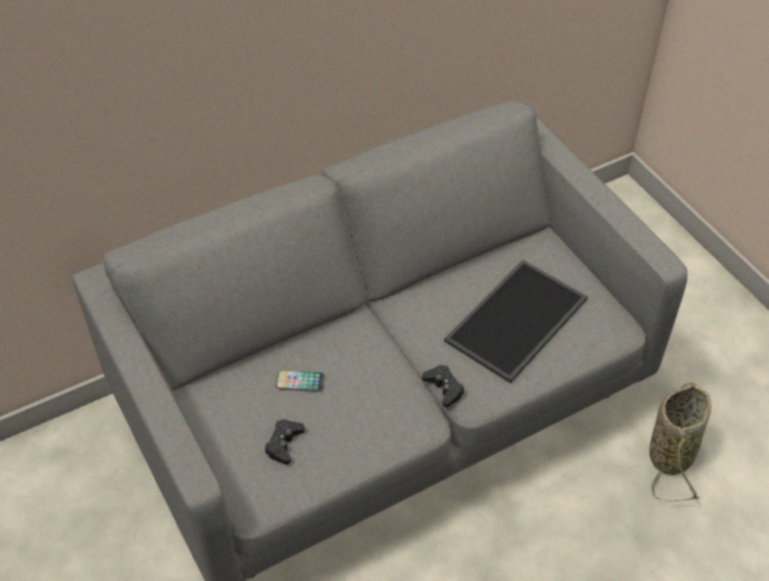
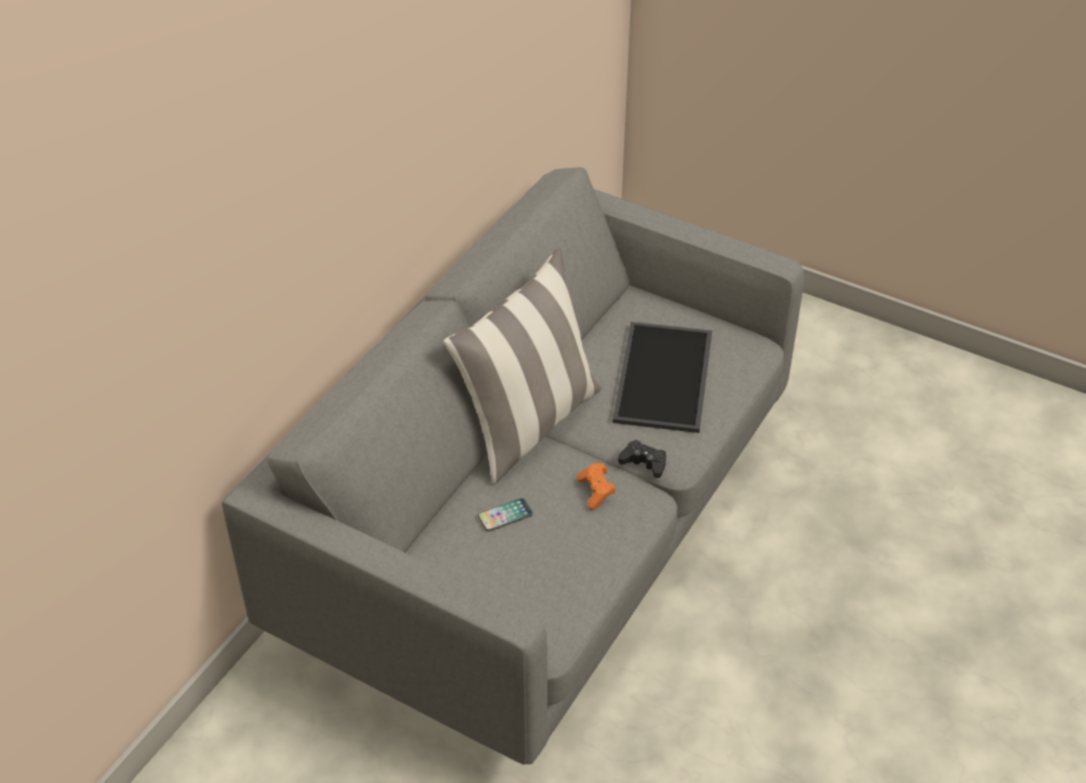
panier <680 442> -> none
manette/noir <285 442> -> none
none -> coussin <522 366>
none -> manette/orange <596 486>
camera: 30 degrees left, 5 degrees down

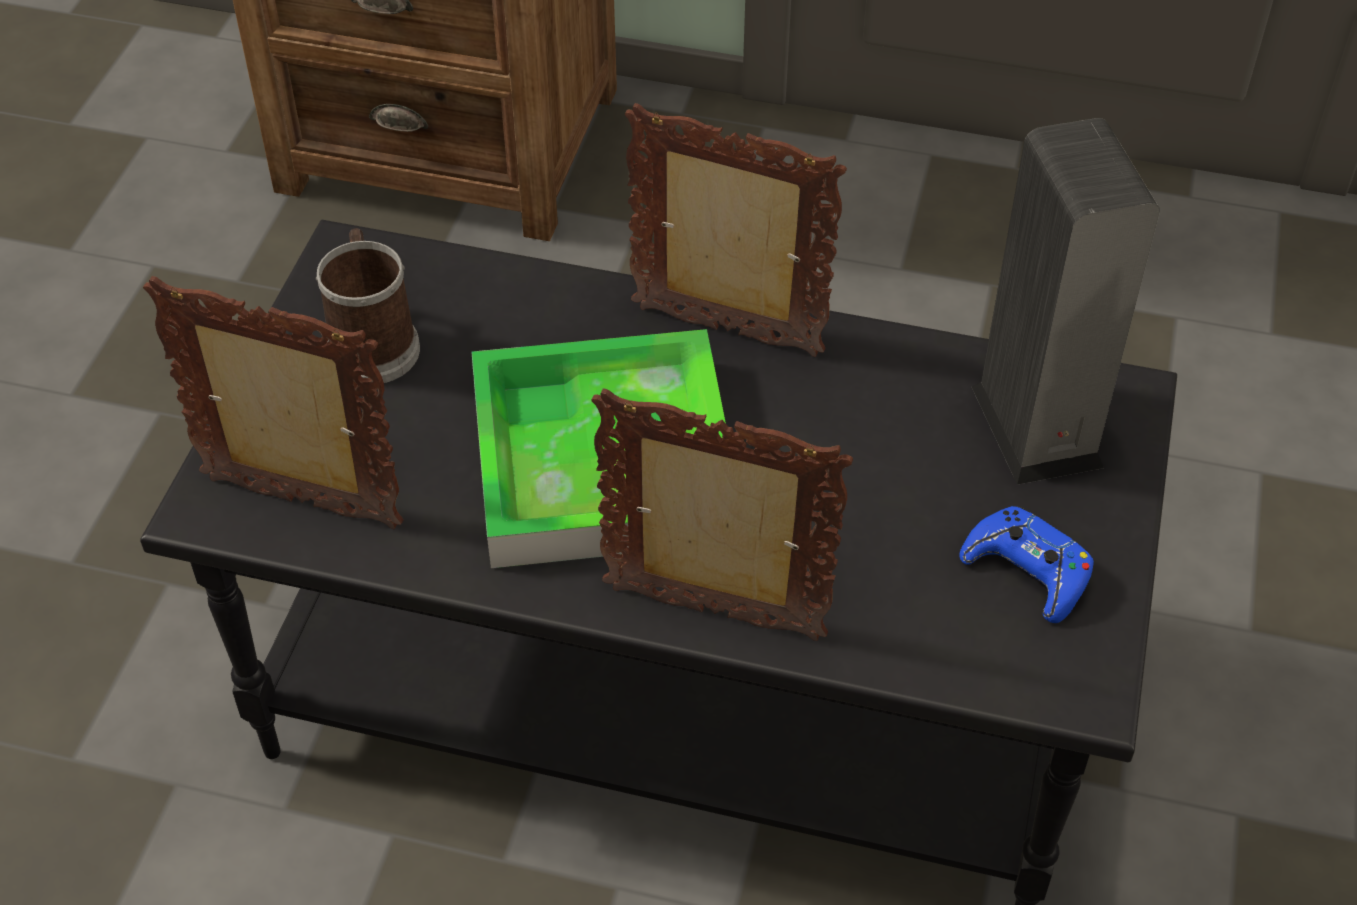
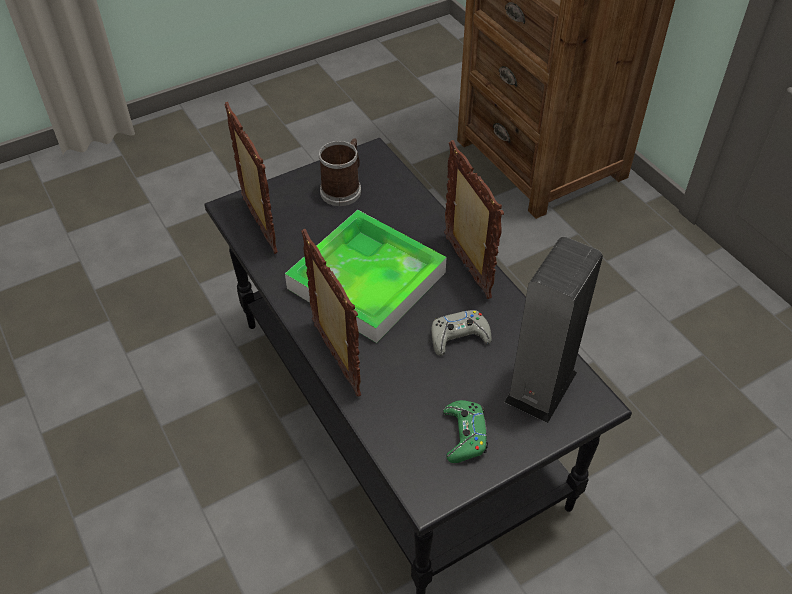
manette/bleu <1026 564> -> manette/vert <465 431>
none -> manette/gris <461 333>
camera: 45 degrees right, 0 degrees up

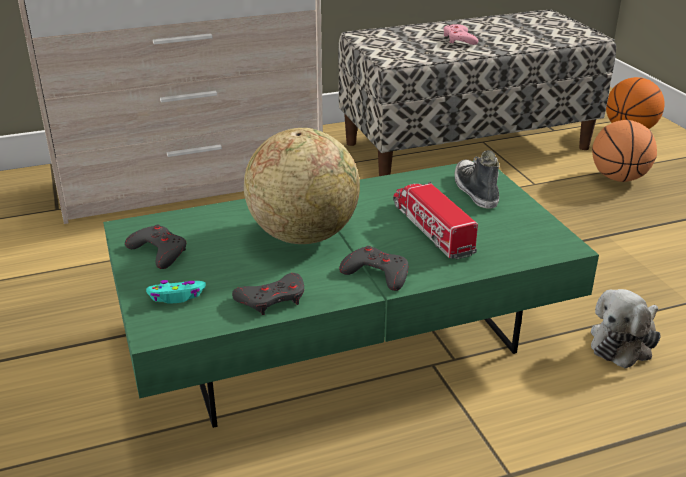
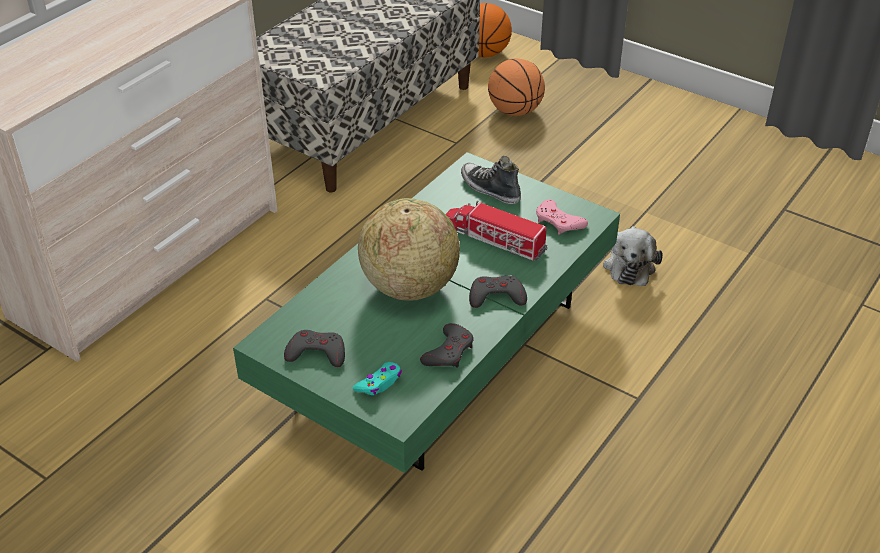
manette/rose <461 34> -> manette/rose <562 217>, shifted
camera: 35 degrees left, 10 degrees up

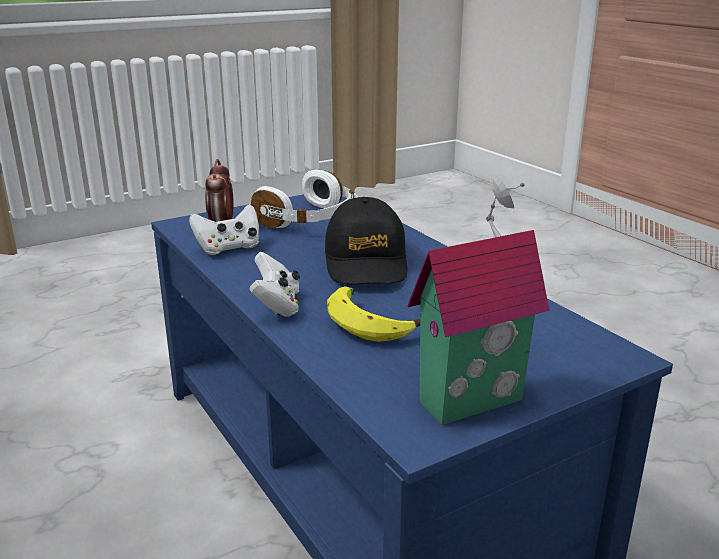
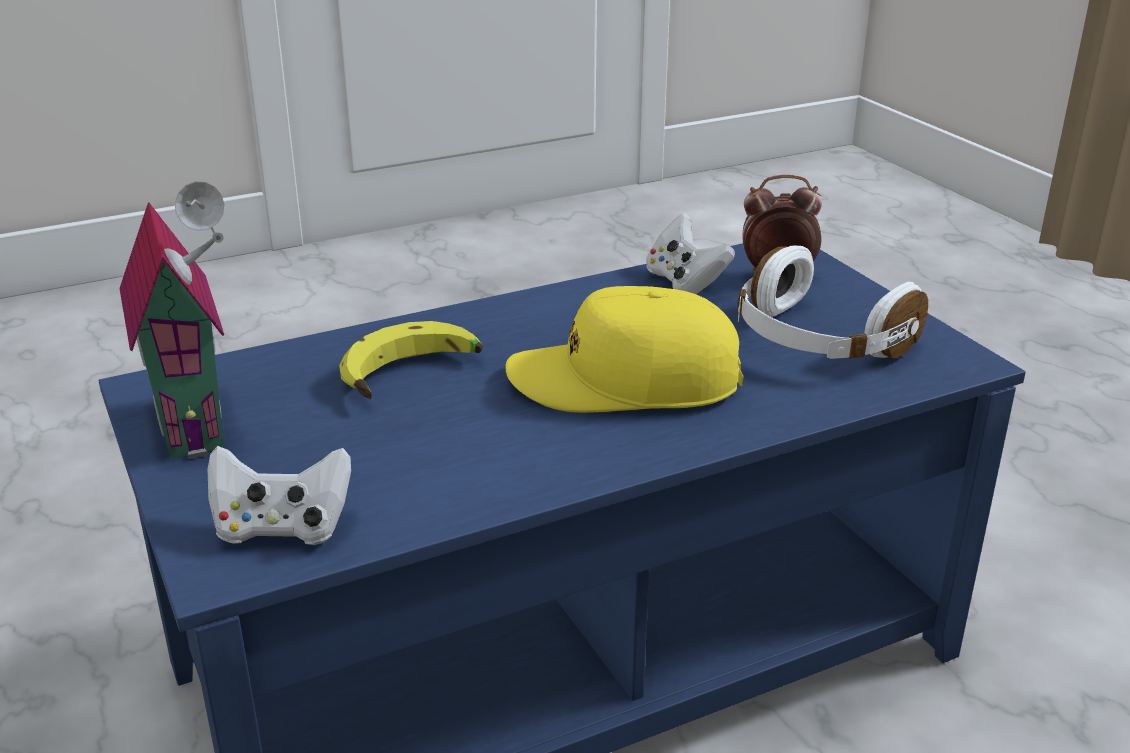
casquette/noir <366 240> -> casquette/jaune <624 349>
manette/blanc <274 284> -> manette/blanc <279 495>, shifted
camera: 95 degrees right, 5 degrees up

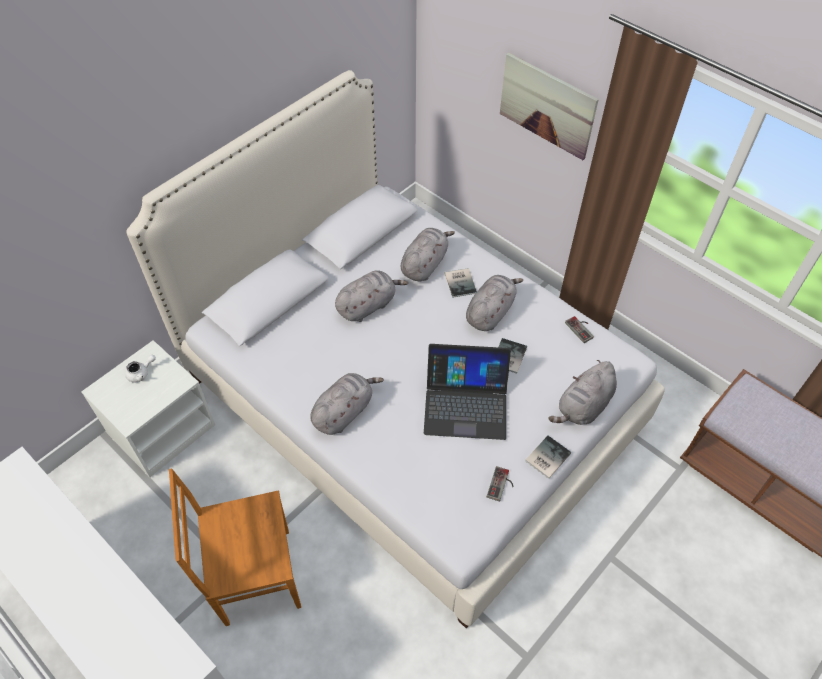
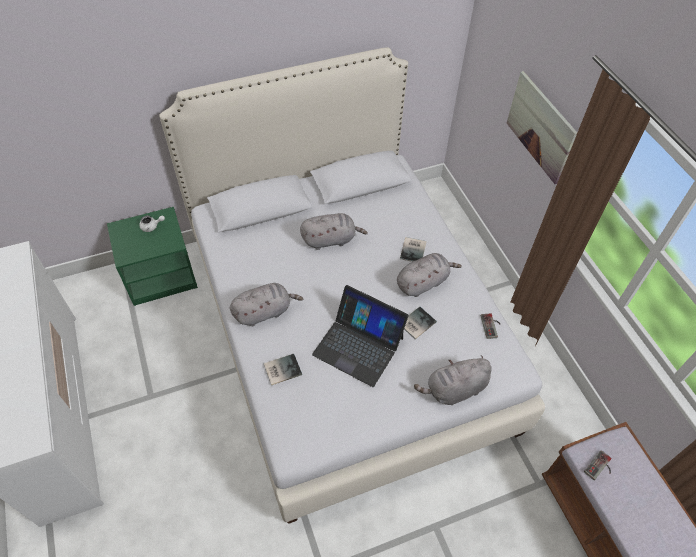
peluche/gris <428 254> -> none
table de chevet/blanc <148 408> -> table de chevet/vert <152 256>
livre <548 457> -> livre <283 370>, shifted
manette <500 483> -> manette <598 465>, shifted
chaise/marron <235 547> -> none
camera: 25 degrees right, 0 degrees up

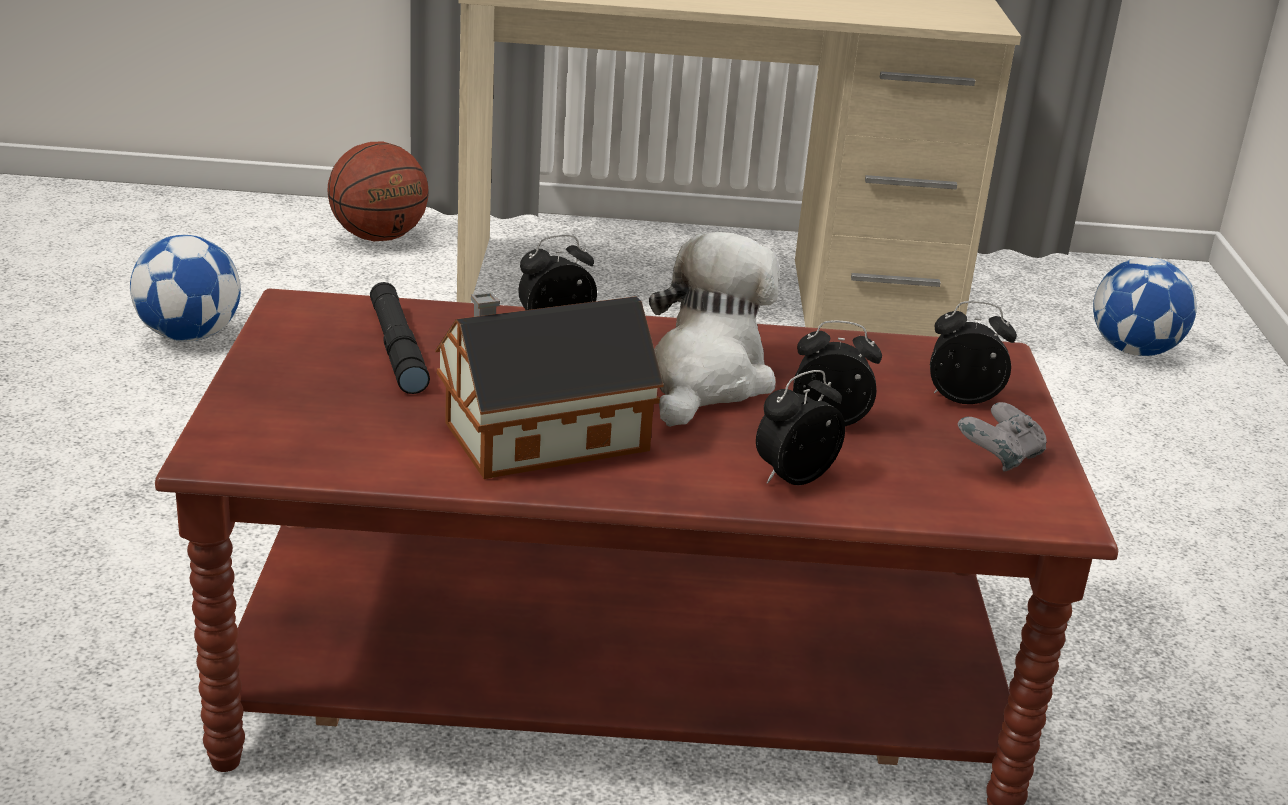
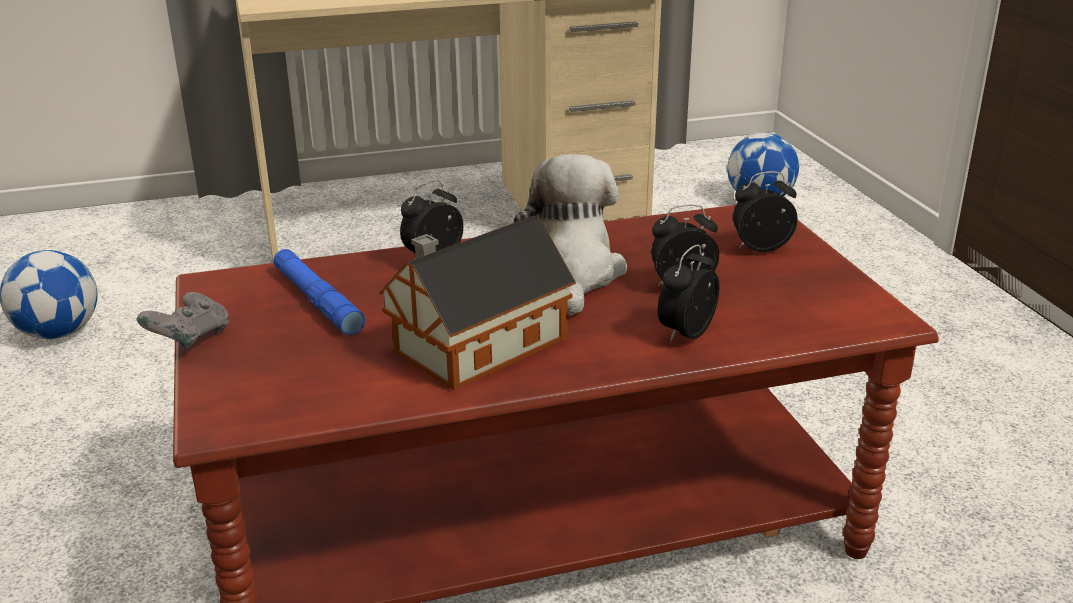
ballon de basket <378 191> -> none
lampe de poche/noir <400 338> -> lampe de poche/bleu <319 292>
manette/gris <1002 437> -> manette/gris <182 321>, shifted
camera: 15 degrees left, 0 degrees up

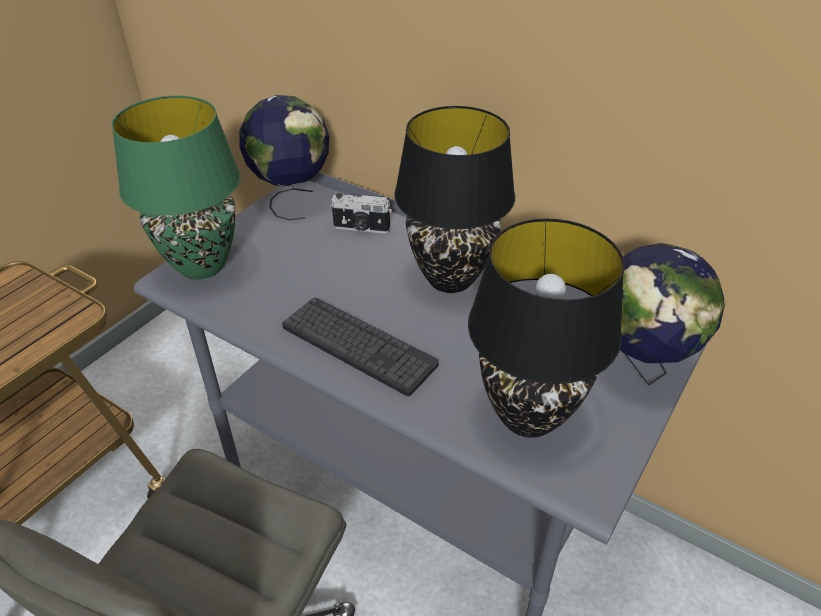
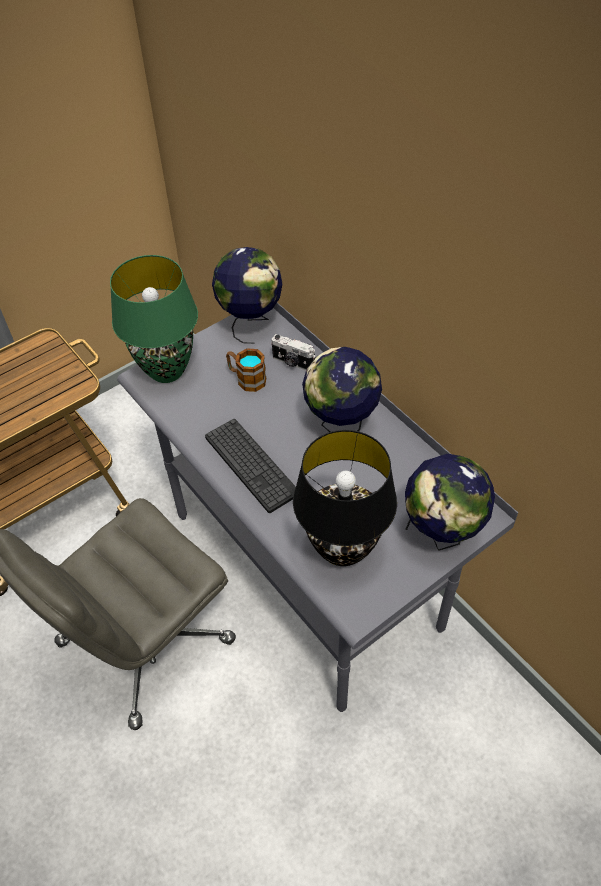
lampe de table/noir <454 199> -> globe <342 389>
none -> mug <246 370>
camera: 20 degrees right, 10 degrees up

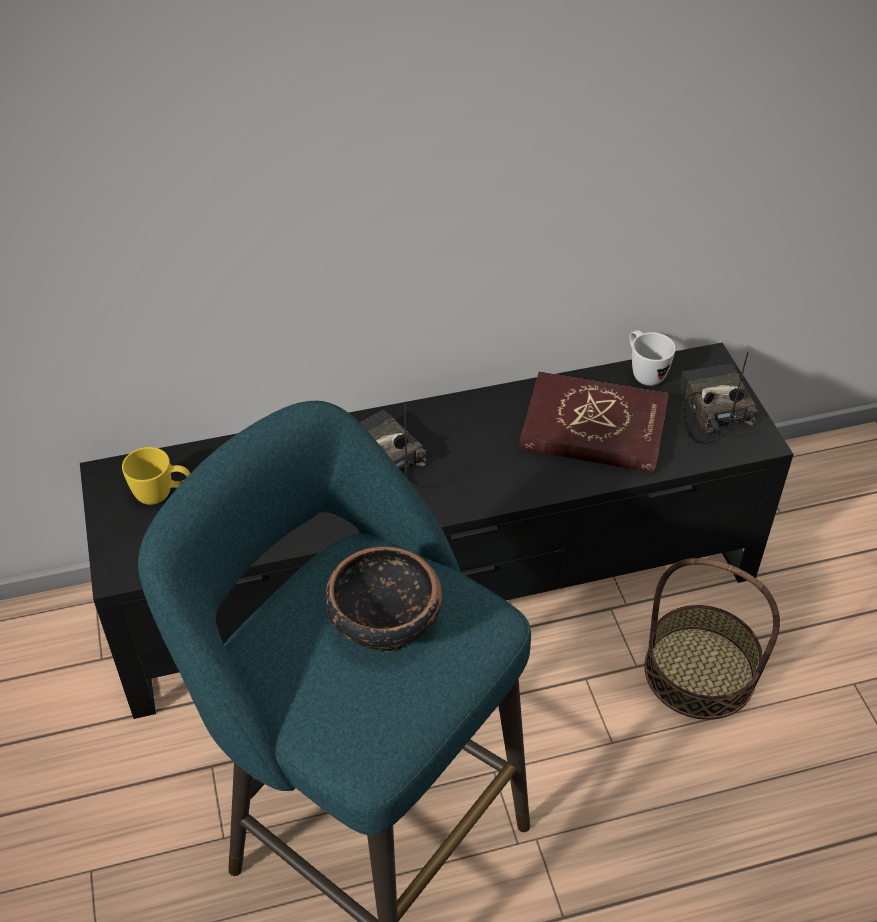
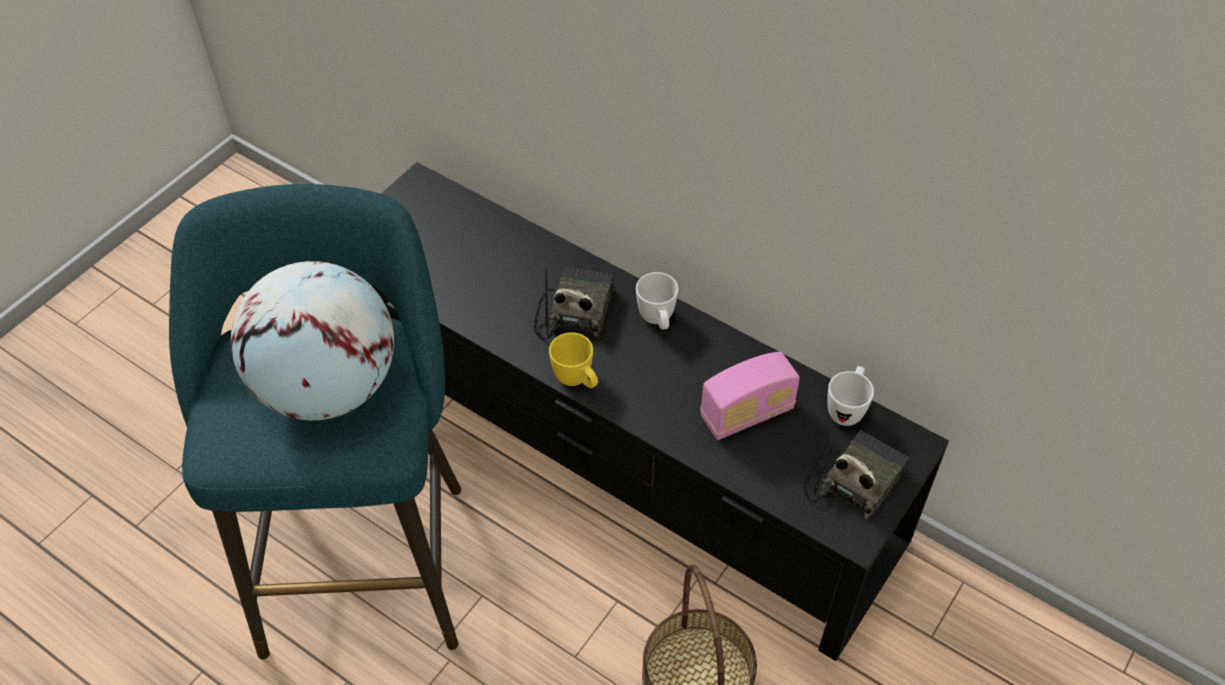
livre/rouge <594 422> -> radio <750 396>
mug/jaune <156 476> -> mug/jaune <573 360>, shifted
bol <383 599> -> globe <312 340>
none -> mug/blanc <657 301>
camera: 50 degrees right, 5 degrees up

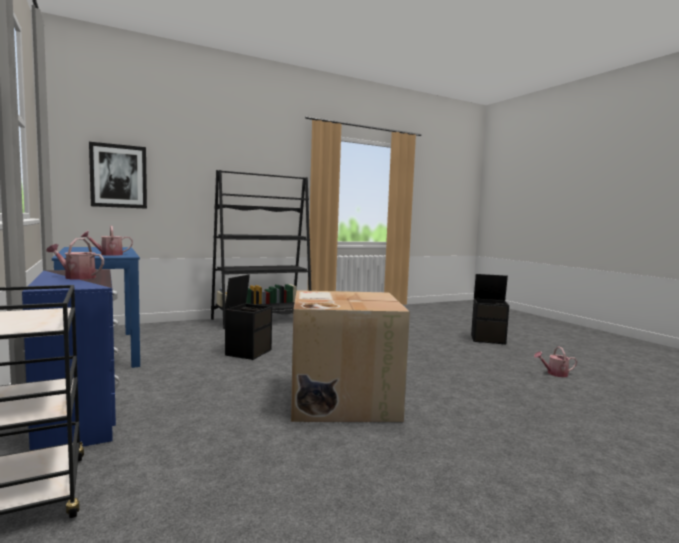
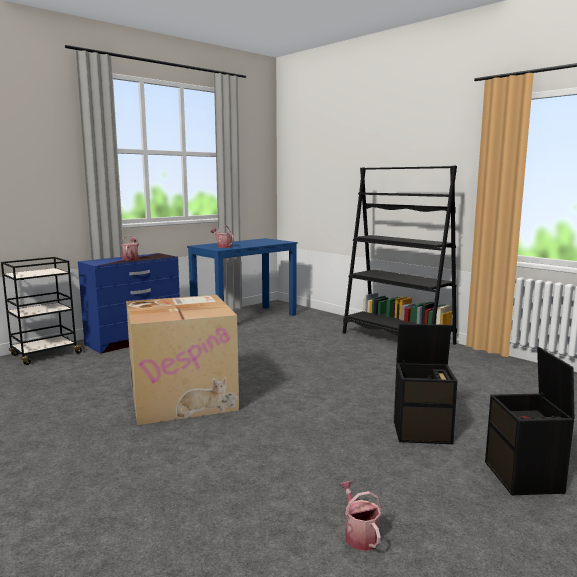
tableau <118 175> -> none
boîte de rangement/noir <248 317> -> boîte de rangement/noir <425 384>, shifted
camera: 75 degrees right, 5 degrees up

